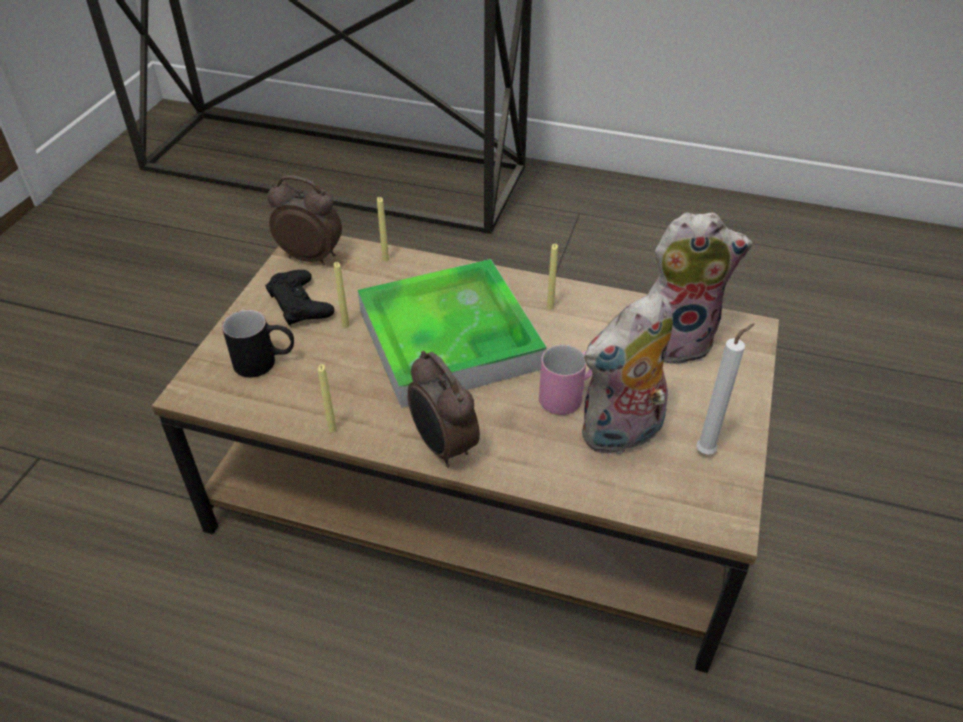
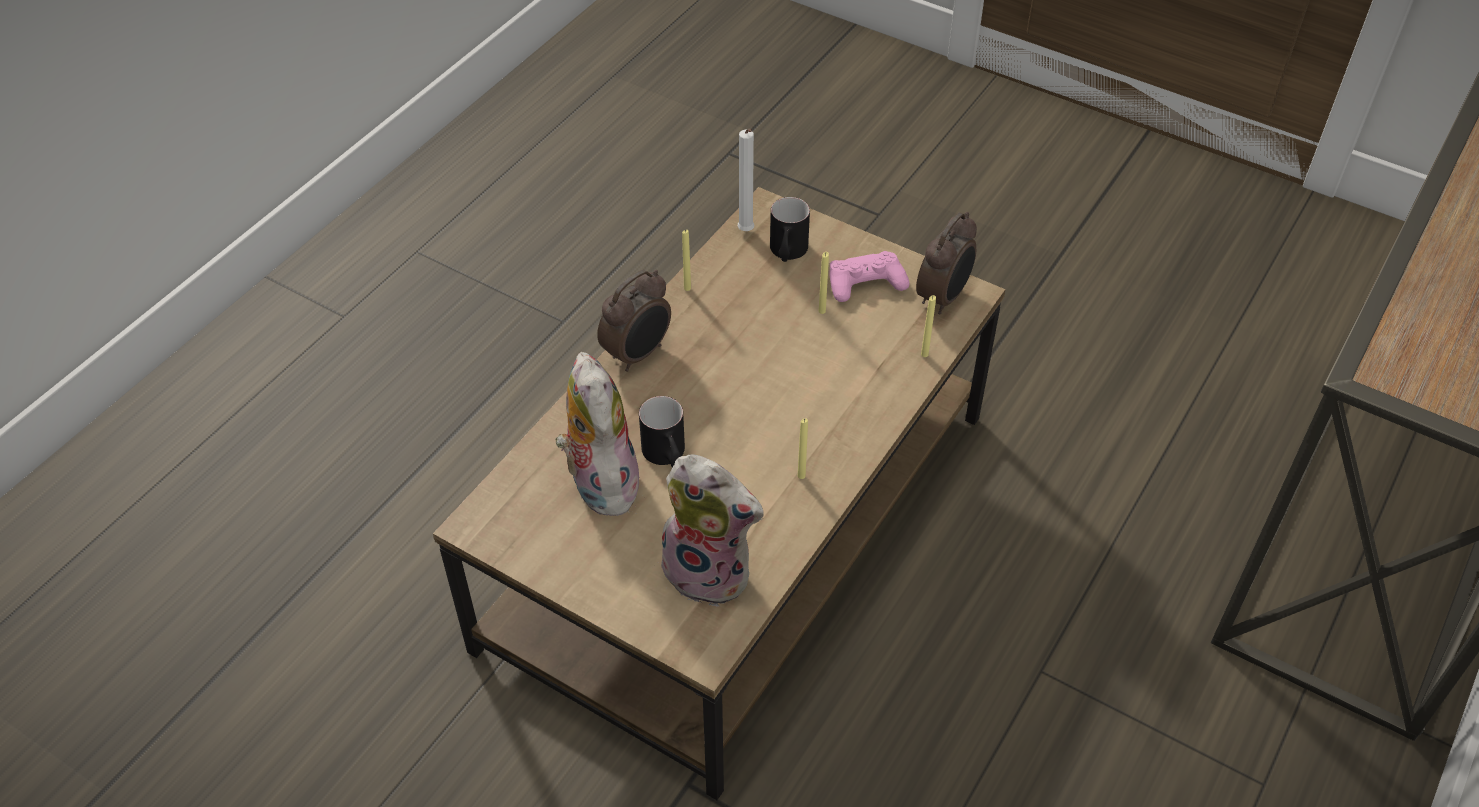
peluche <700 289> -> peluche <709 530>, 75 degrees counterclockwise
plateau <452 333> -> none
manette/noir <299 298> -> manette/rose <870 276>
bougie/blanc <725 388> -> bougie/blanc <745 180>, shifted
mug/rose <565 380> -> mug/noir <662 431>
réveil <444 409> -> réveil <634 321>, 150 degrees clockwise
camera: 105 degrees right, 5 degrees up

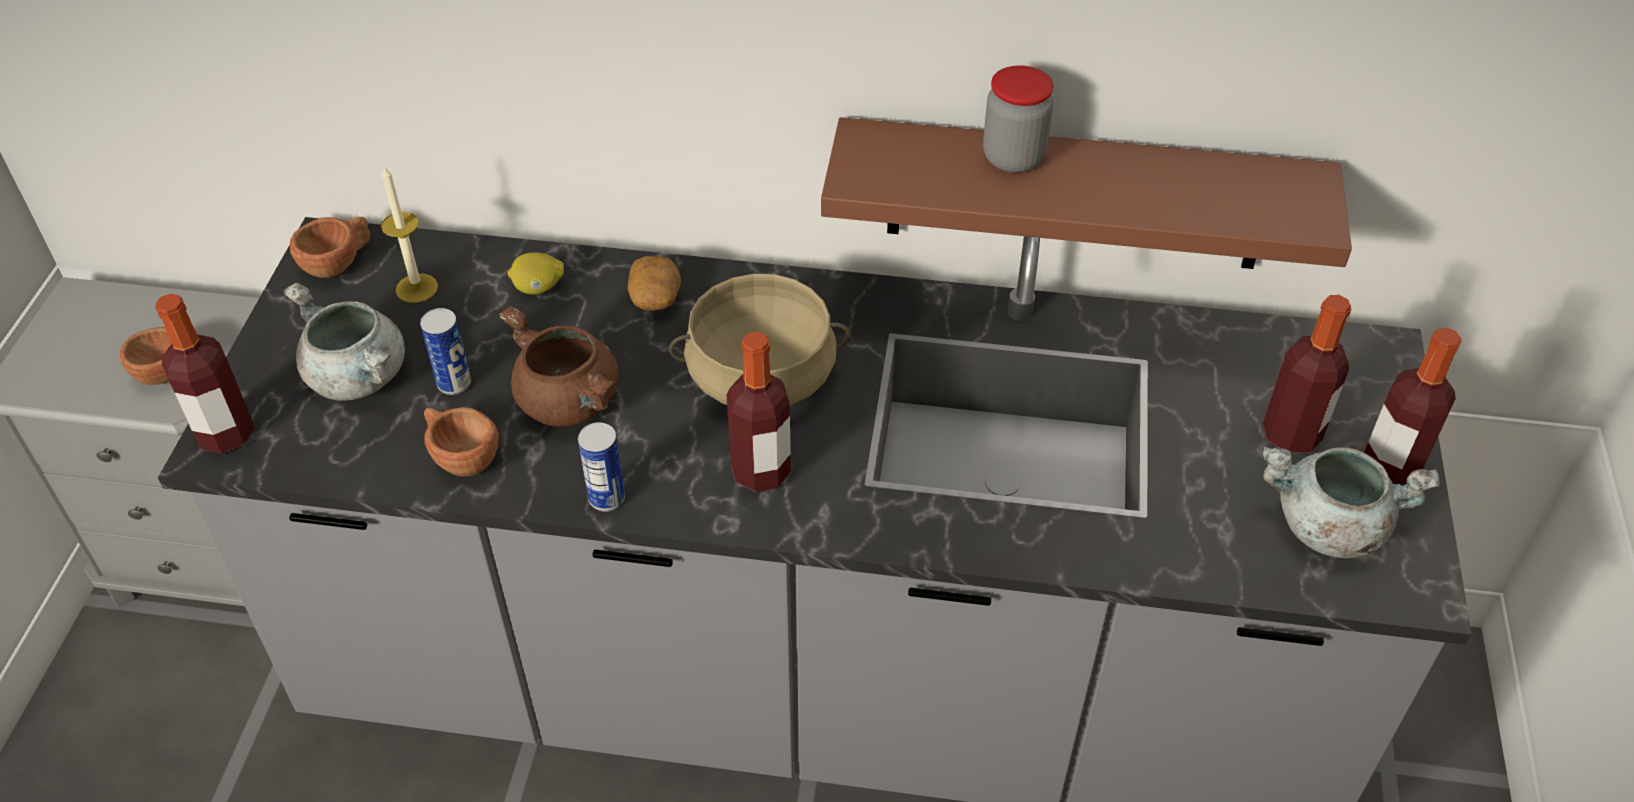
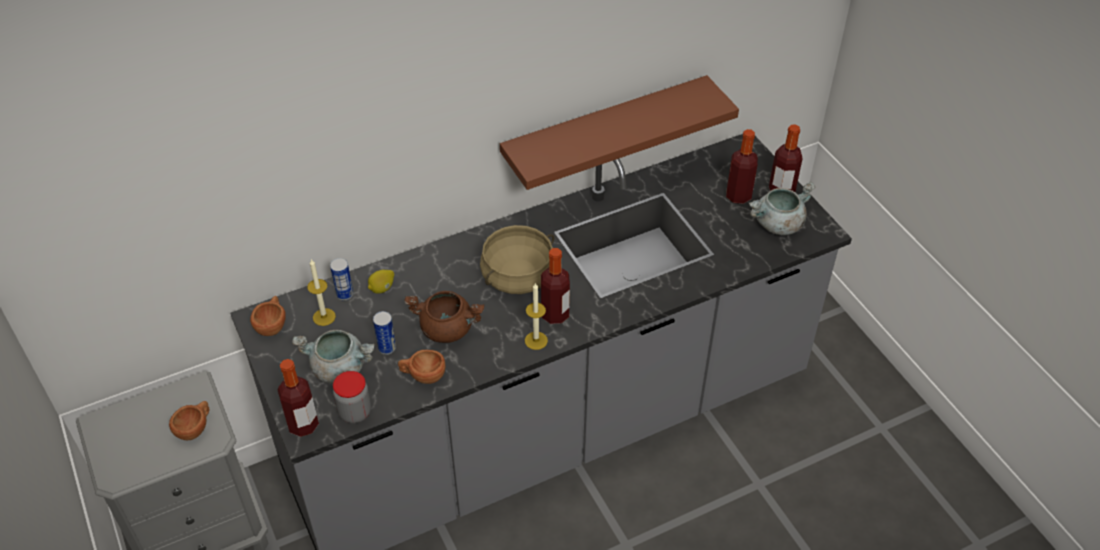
bocal <1018 119> -> bocal <352 397>, shifted
pomme de terre <654 283> -> none
boîte métallique <601 467> -> boîte métallique <341 279>, shifted
none -> bougie <536 316>
camera: 35 degrees left, 0 degrees up

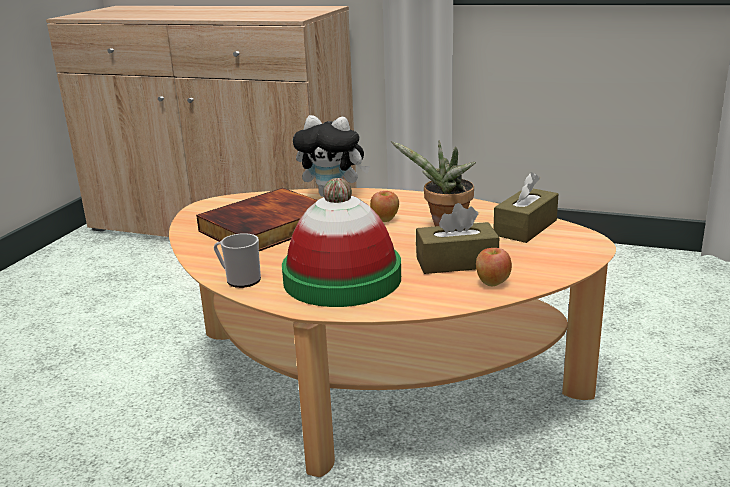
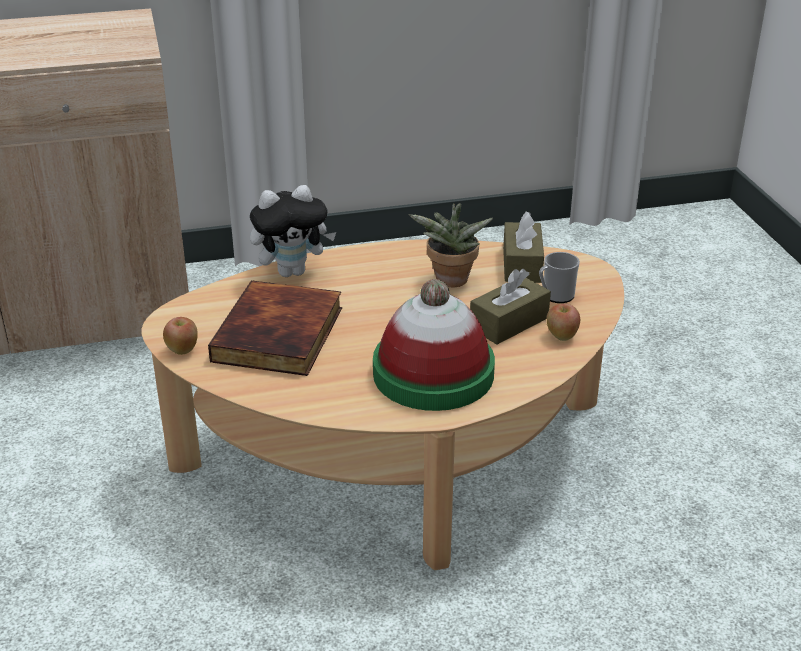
pomme <384 206> -> pomme <180 336>, shifted
mug <237 260> -> mug <559 277>, shifted
camera: 35 degrees left, 10 degrees up

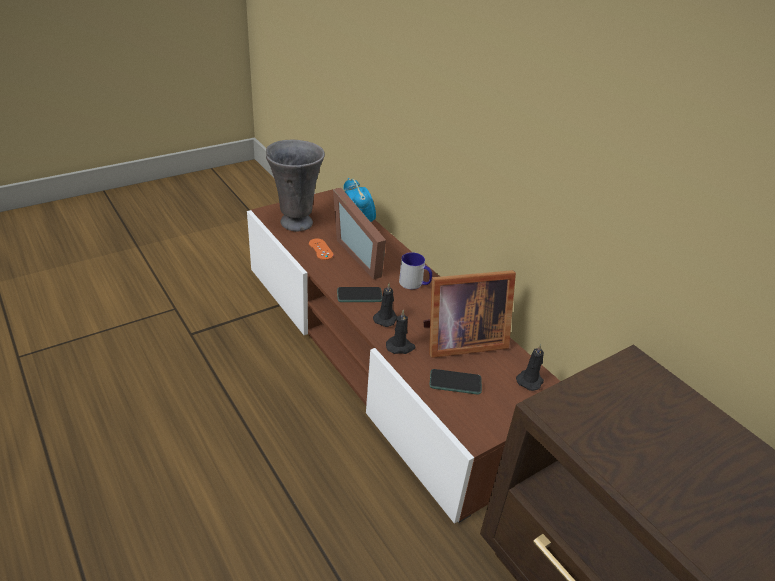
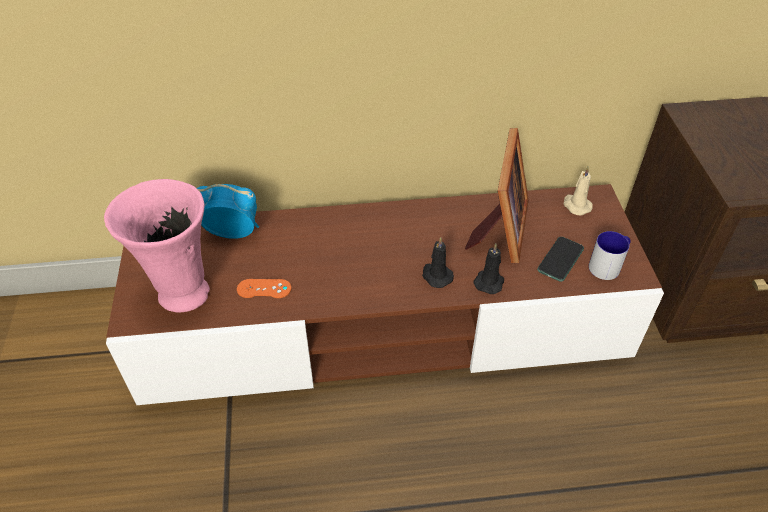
vase/gris <295 186> -> vase/rose <157 246>
cadre photo <359 234> -> none
mug <415 270> -> mug <610 255>, shifted
téléphone <359 294> -> none
bougie/noir <530 367> -> bougie/beige <578 191>
camera: 60 degrees left, 10 degrees up

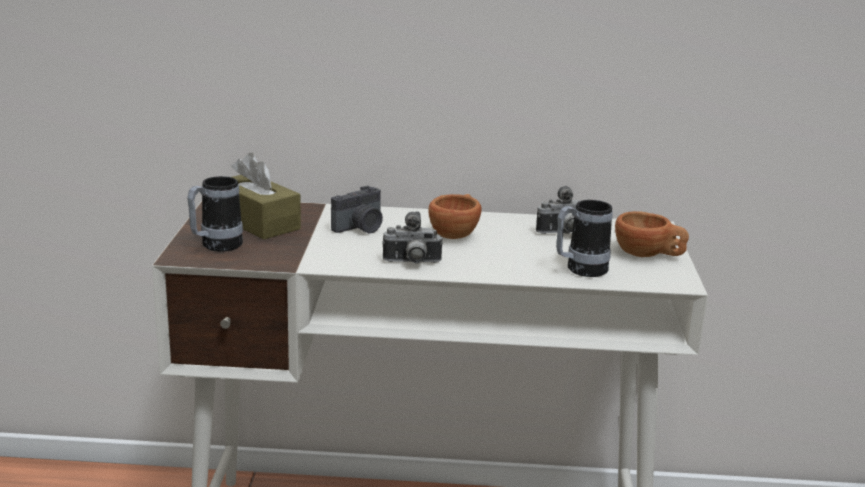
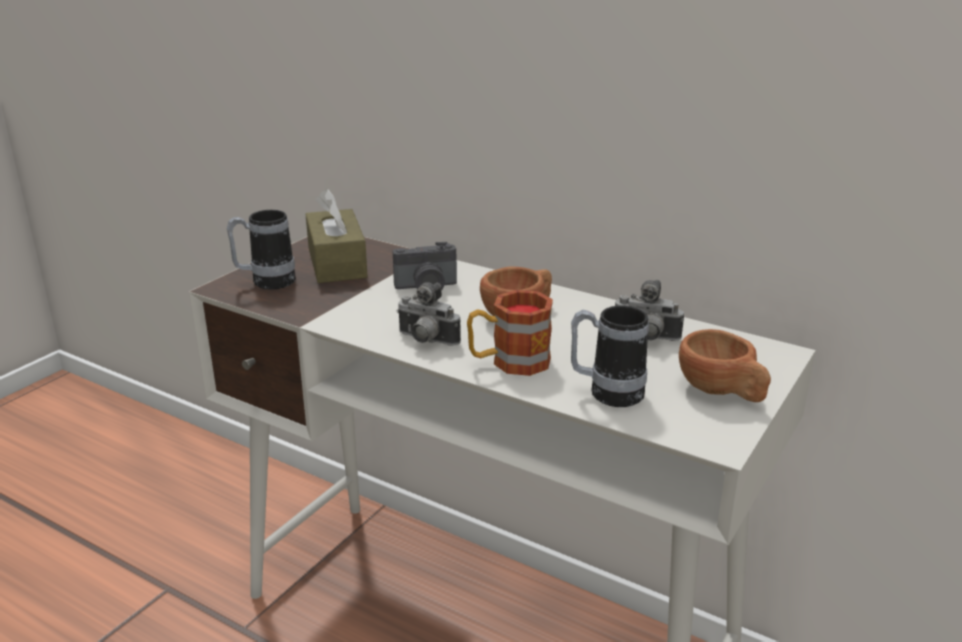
none -> mug <510 333>
camera: 30 degrees right, 5 degrees up

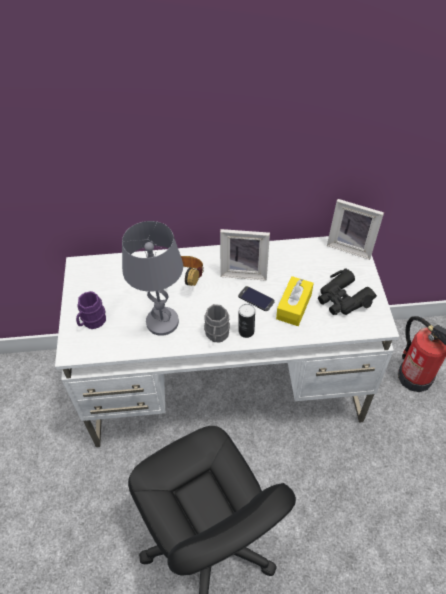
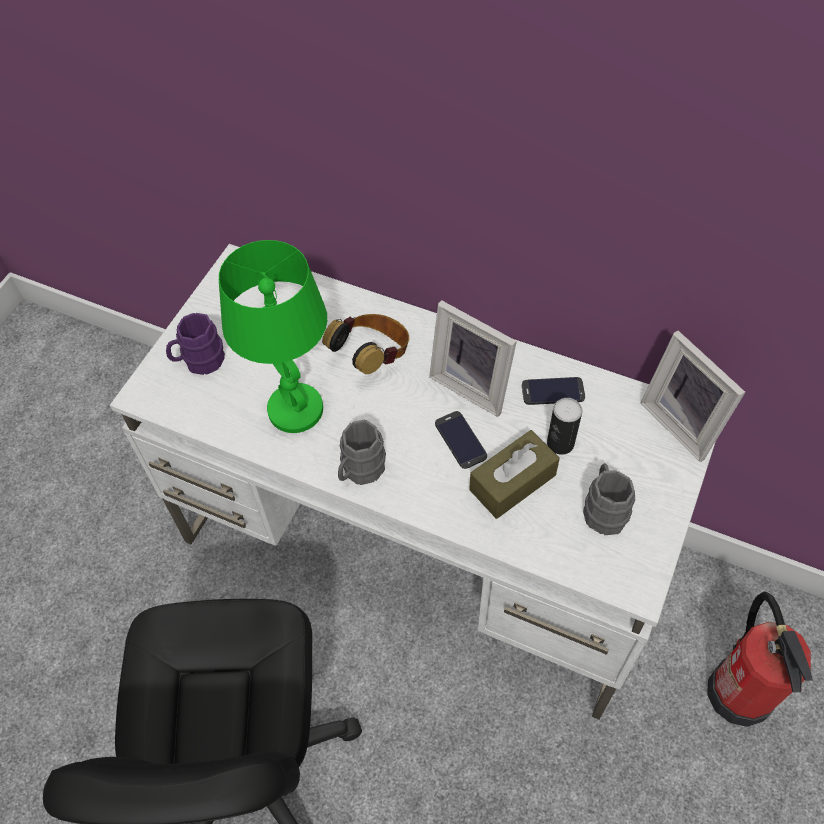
lampe de table/gris <152 278> -> lampe de table/vert <273 336>
jumelles/noir <347 291> -> mug/gris <609 499>
boîte à mouchoirs/jaune <295 301> -> boîte à mouchoirs/marron <514 474>
boîte métallique <247 321> -> boîte métallique <564 426>, shifted
none -> téléphone <553 391>
camera: 30 degrees right, 5 degrees up

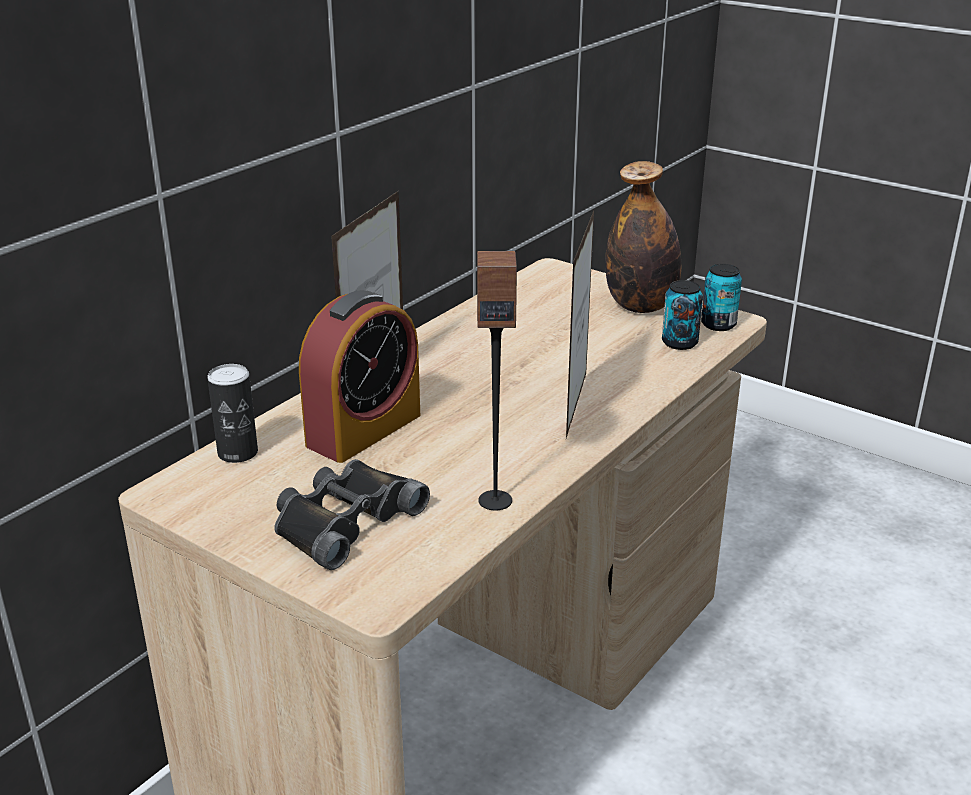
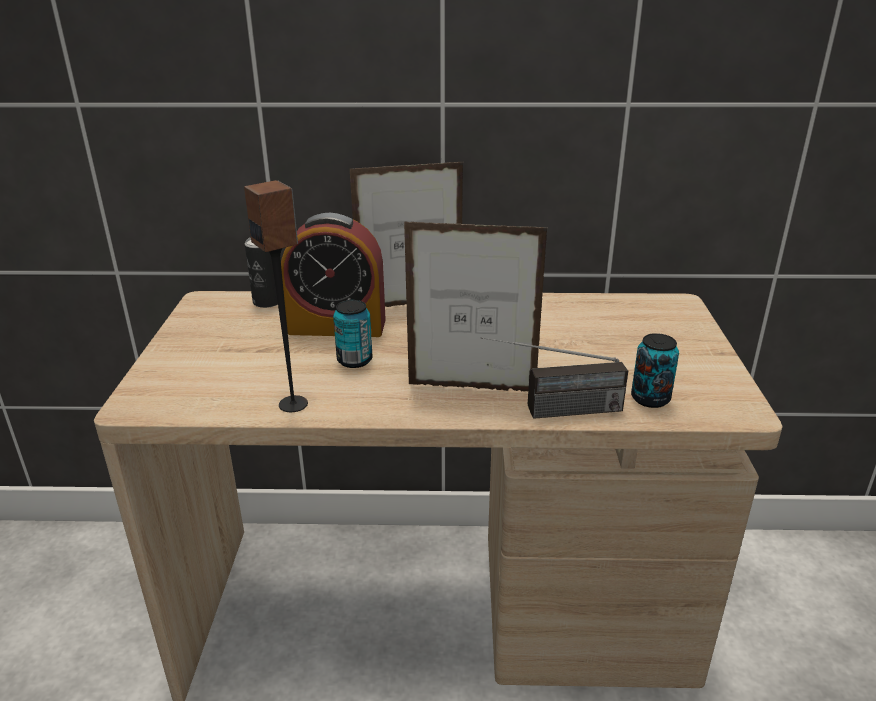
bouteille <643 237> -> none
cadre photo <580 324> -> cadre photo <476 306>, 150 degrees counterclockwise
boîte métallique <721 297> -> boîte métallique <352 334>, shifted
jumelles/noir <352 514> -> none
none -> radio <554 378>
camera: 55 degrees right, 0 degrees up

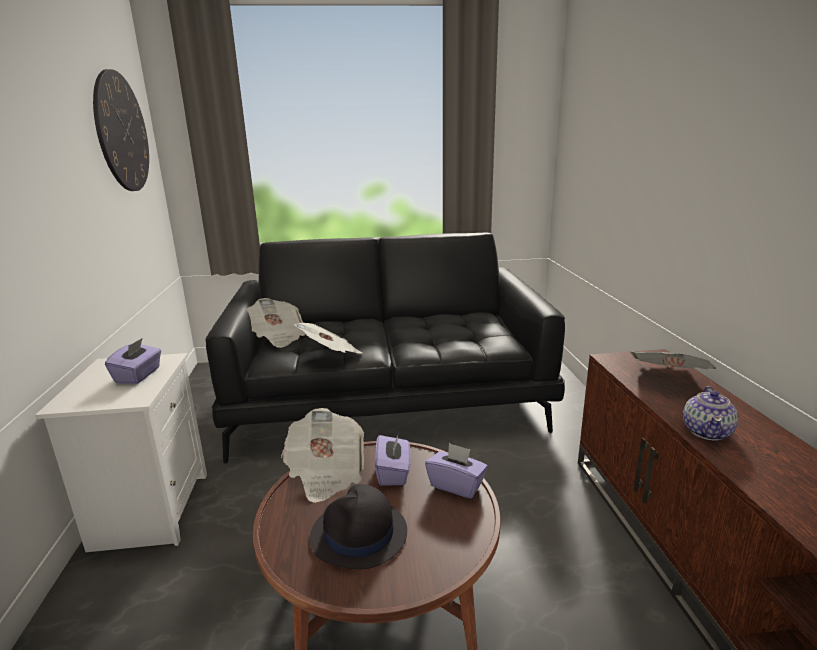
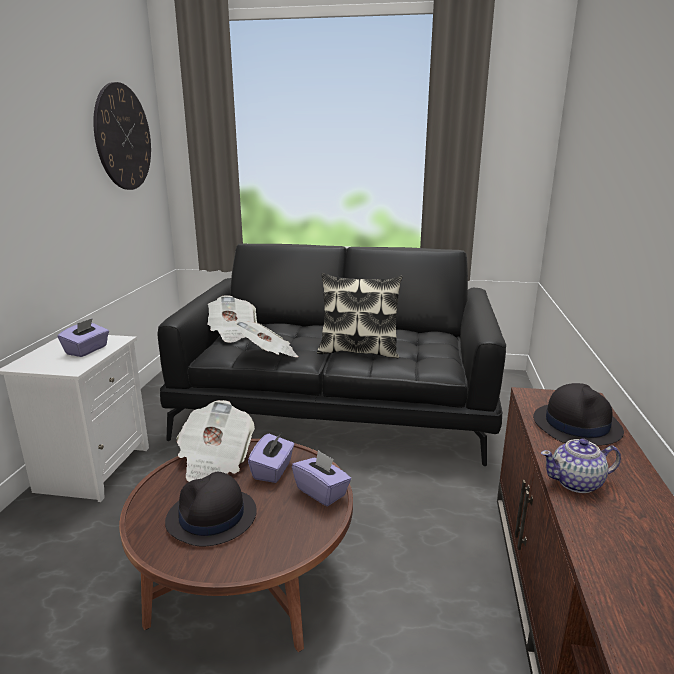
journal <673 360> -> chapeau/noir <578 414>
théière <710 413> -> théière <581 465>, 45 degrees clockwise
none -> coussin <360 315>
camera: 15 degrees right, 0 degrees up

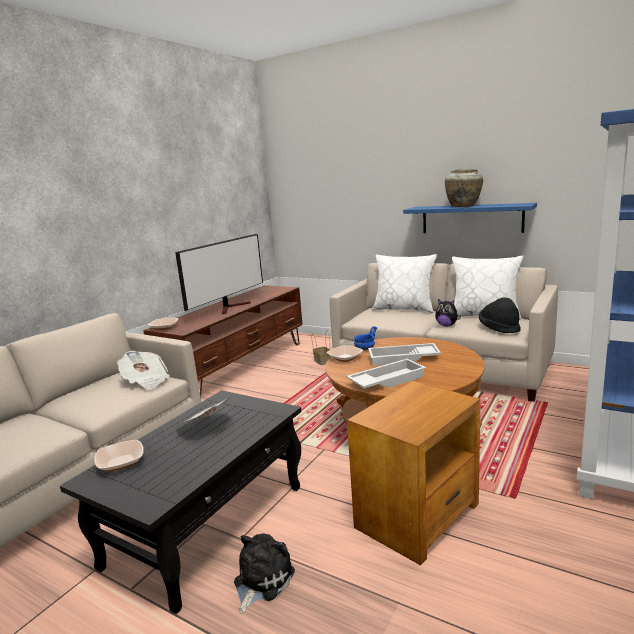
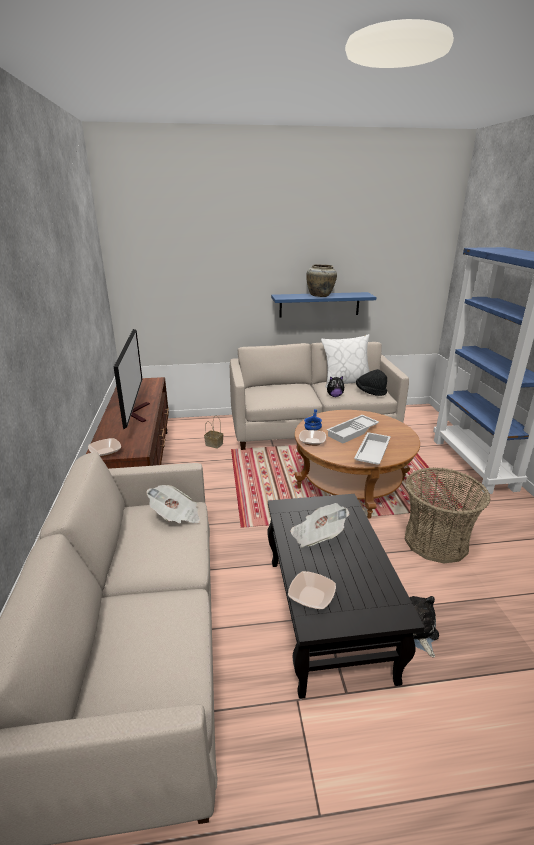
coussin/blanc <404 283> -> none
table d'appoint/marron <414 473> -> panier <447 515>
camera: 40 degrees left, 10 degrees up

